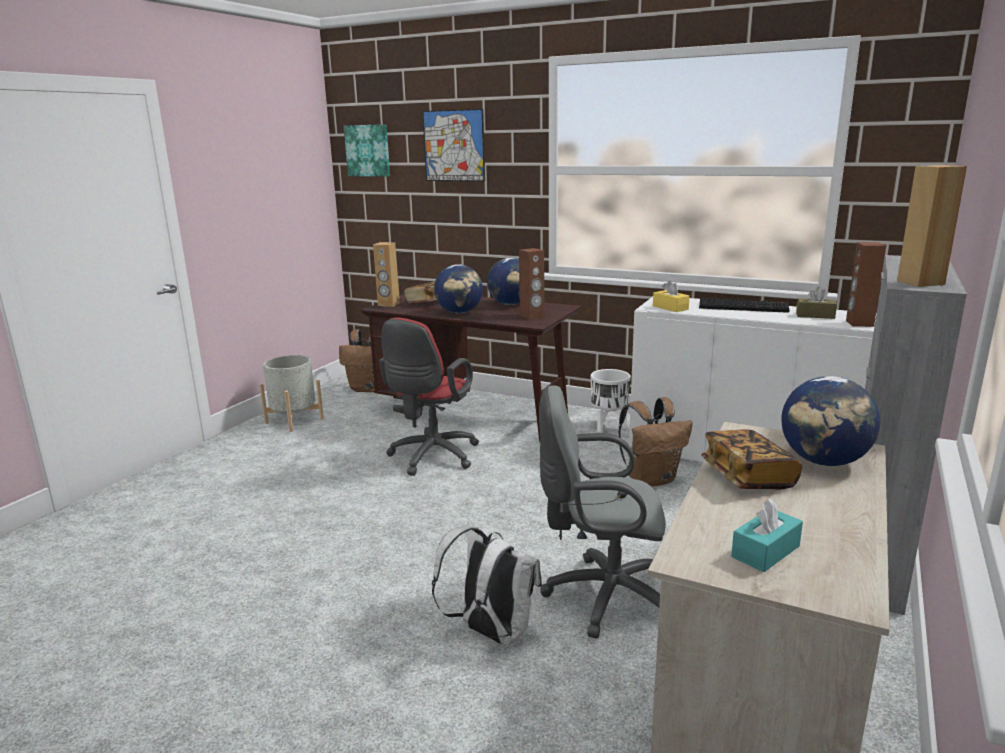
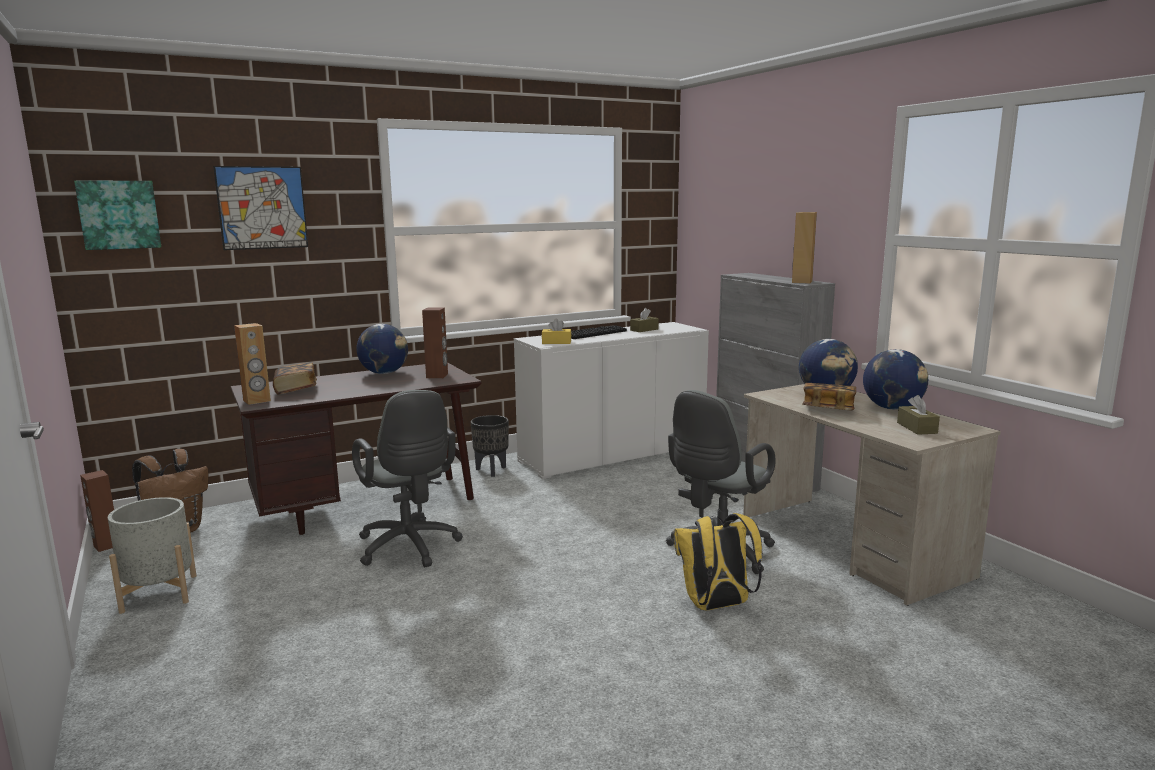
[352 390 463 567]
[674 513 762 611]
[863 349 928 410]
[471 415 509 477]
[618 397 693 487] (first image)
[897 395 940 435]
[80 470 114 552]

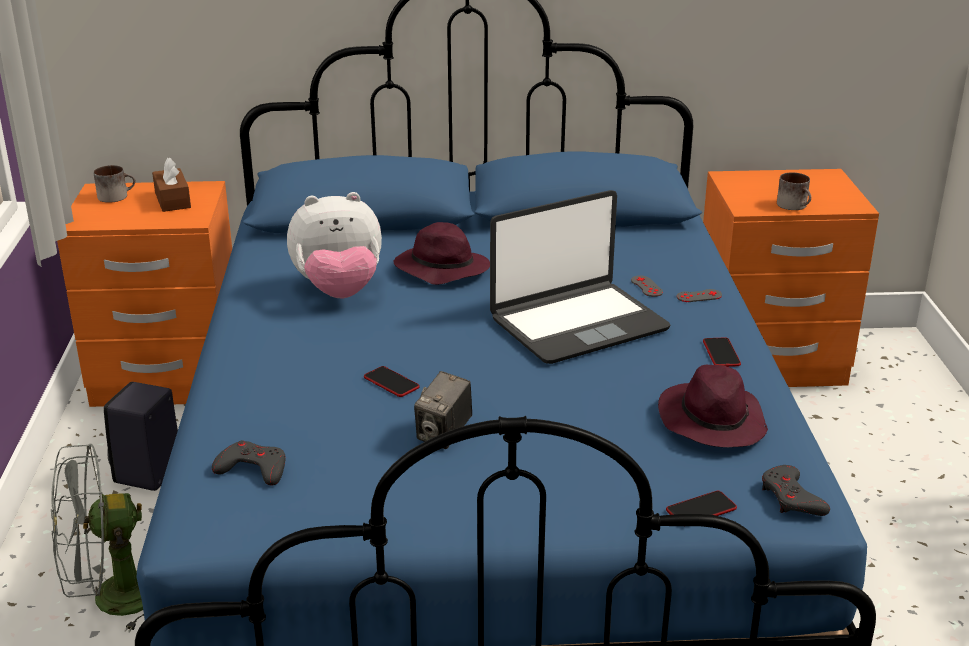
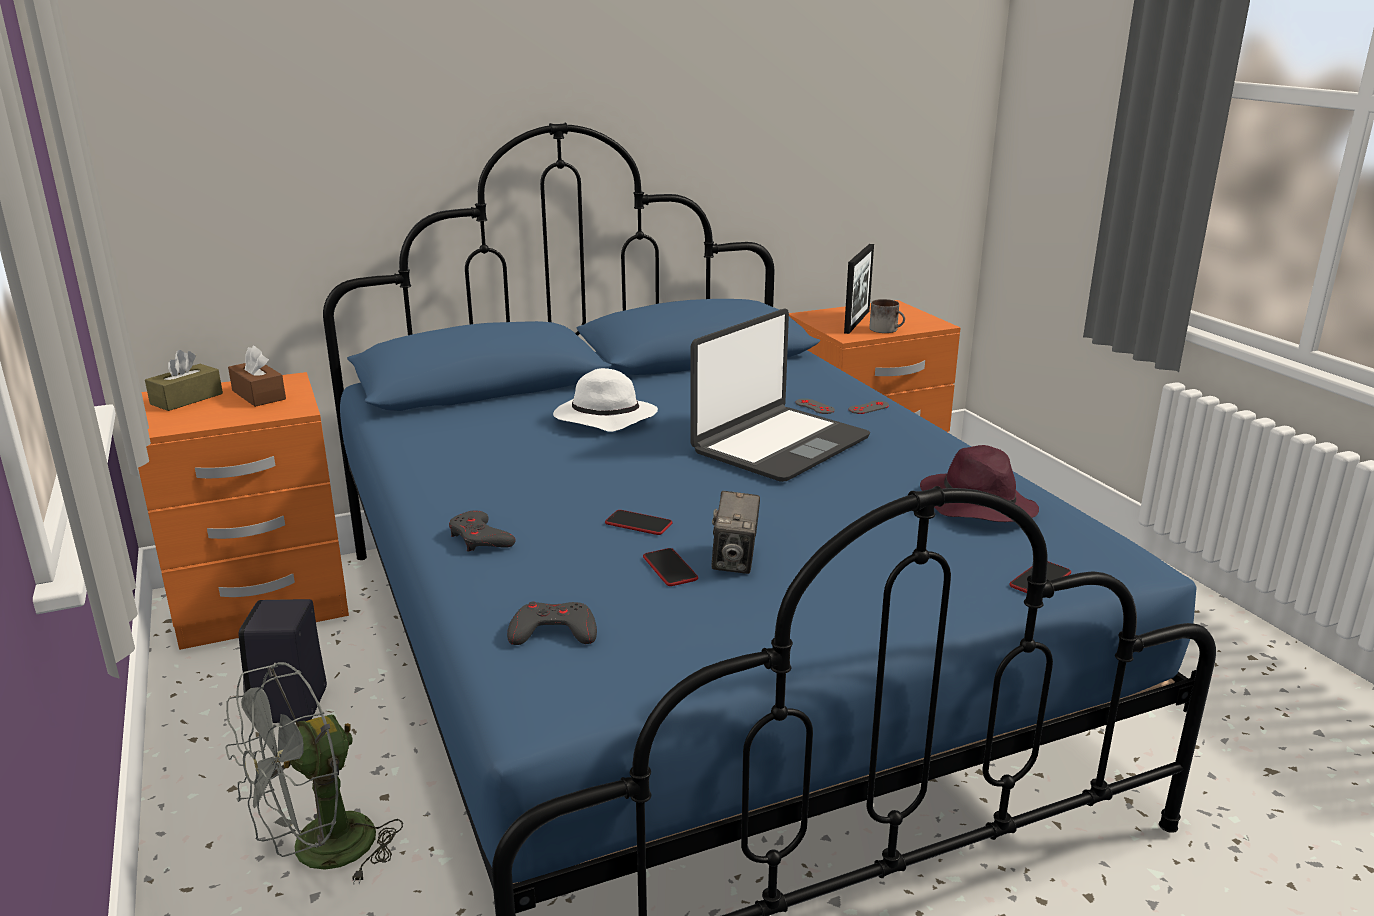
[145 350 223 411]
[287 192 382 298] (first image)
[553 368 658 432]
[643 548 698 586]
[449 510 516 552]
[844 244 874 334]

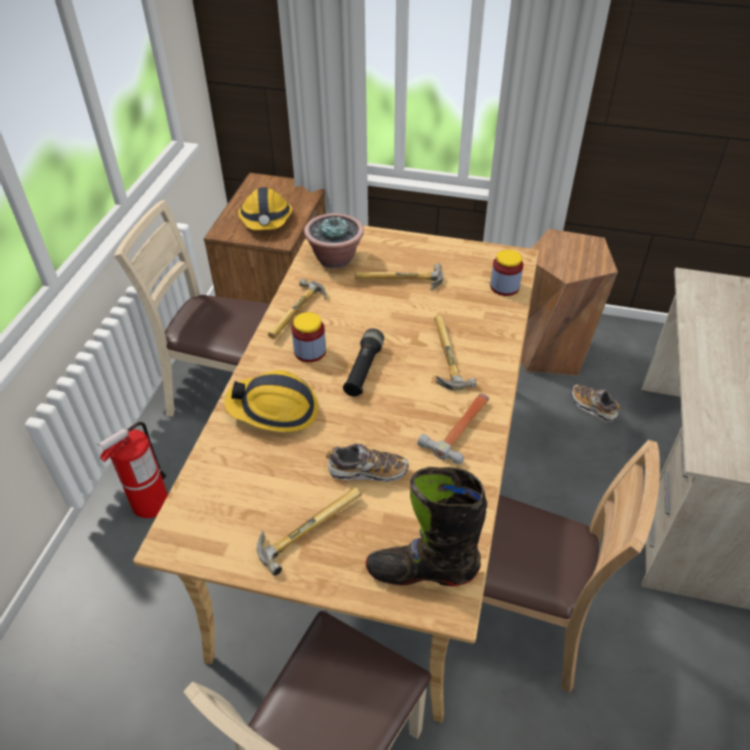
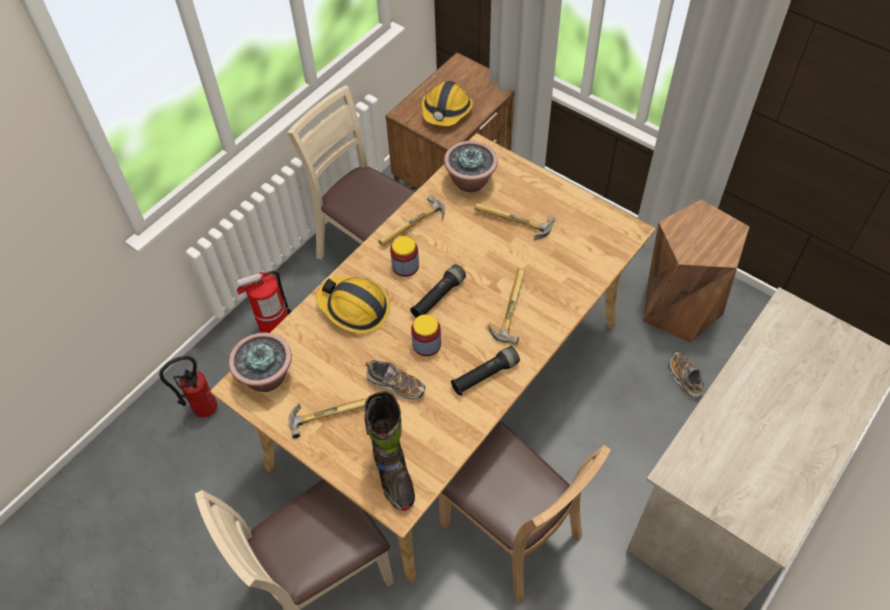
[364 391 415 511]
[451 346 520 396]
[411 314 441 356]
[159 356 217 418]
[229 333 292 392]

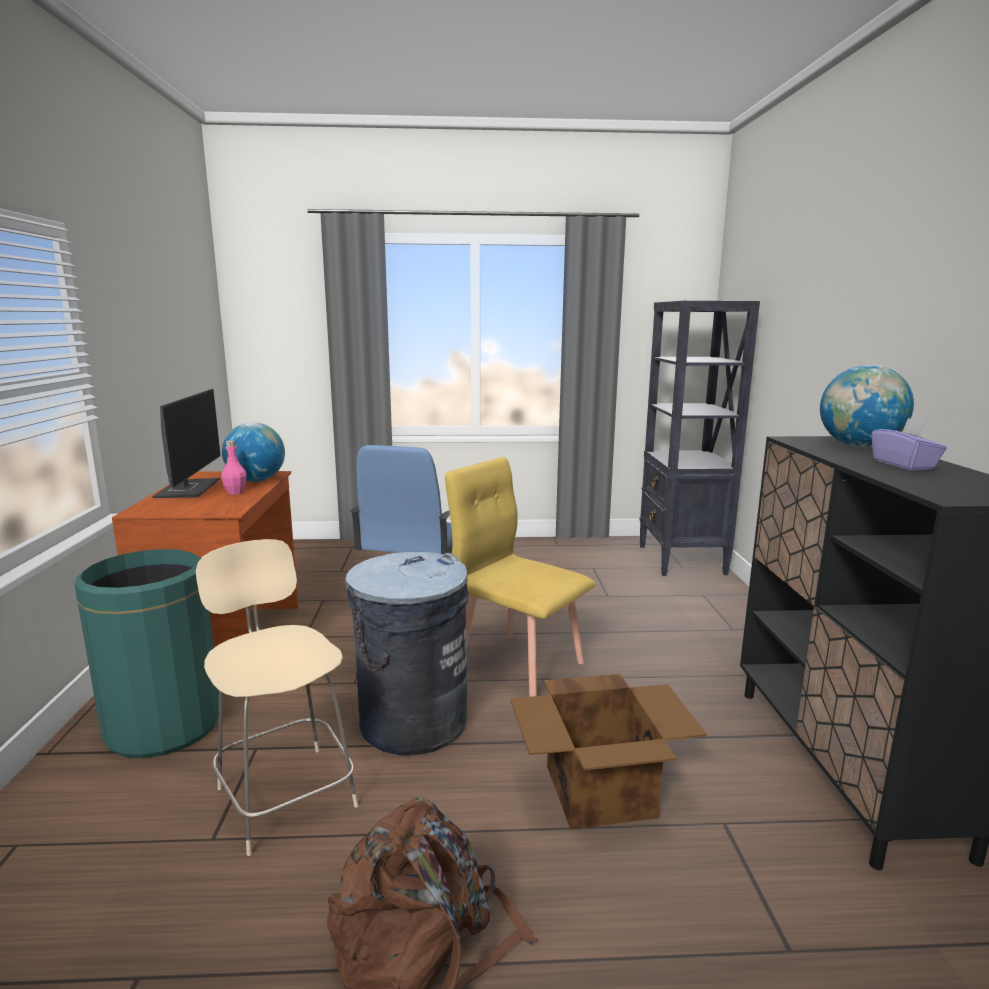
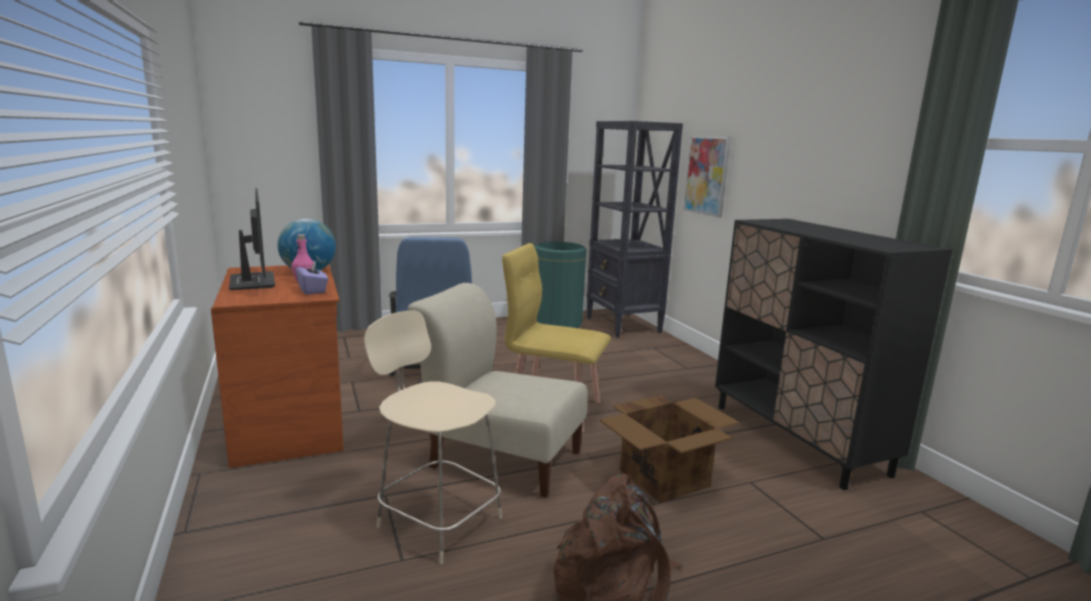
[534 242 586 328]
[408 283 588 497]
[820 365 914 447] (first image)
[296 261 328 295]
[684 136 731 218]

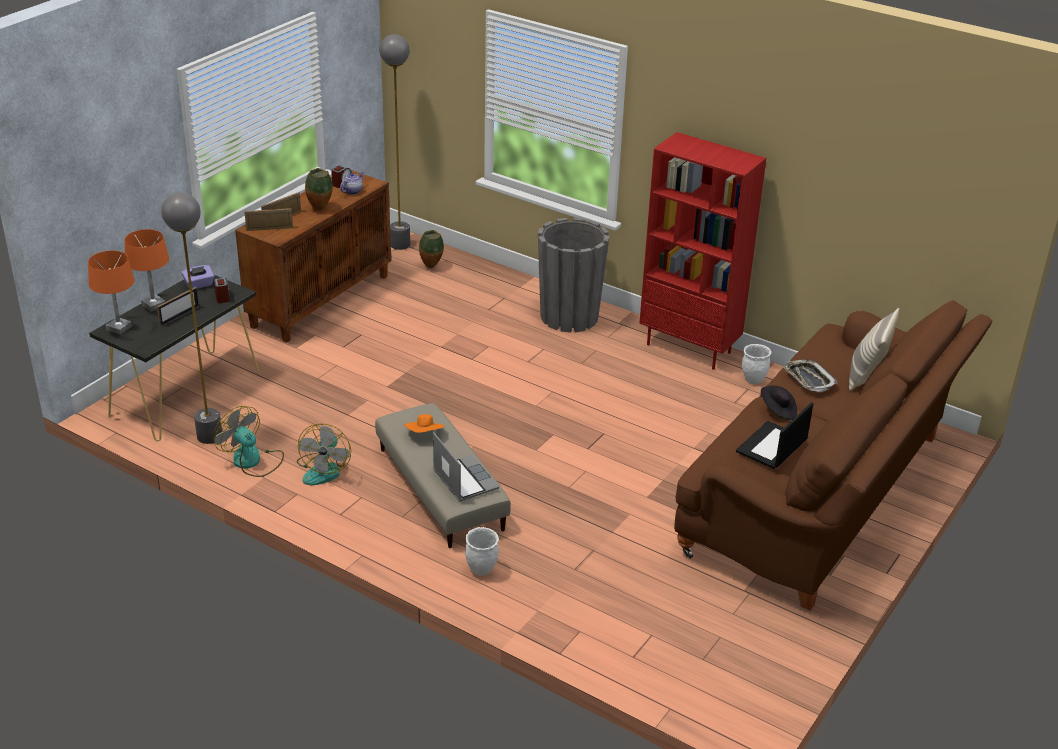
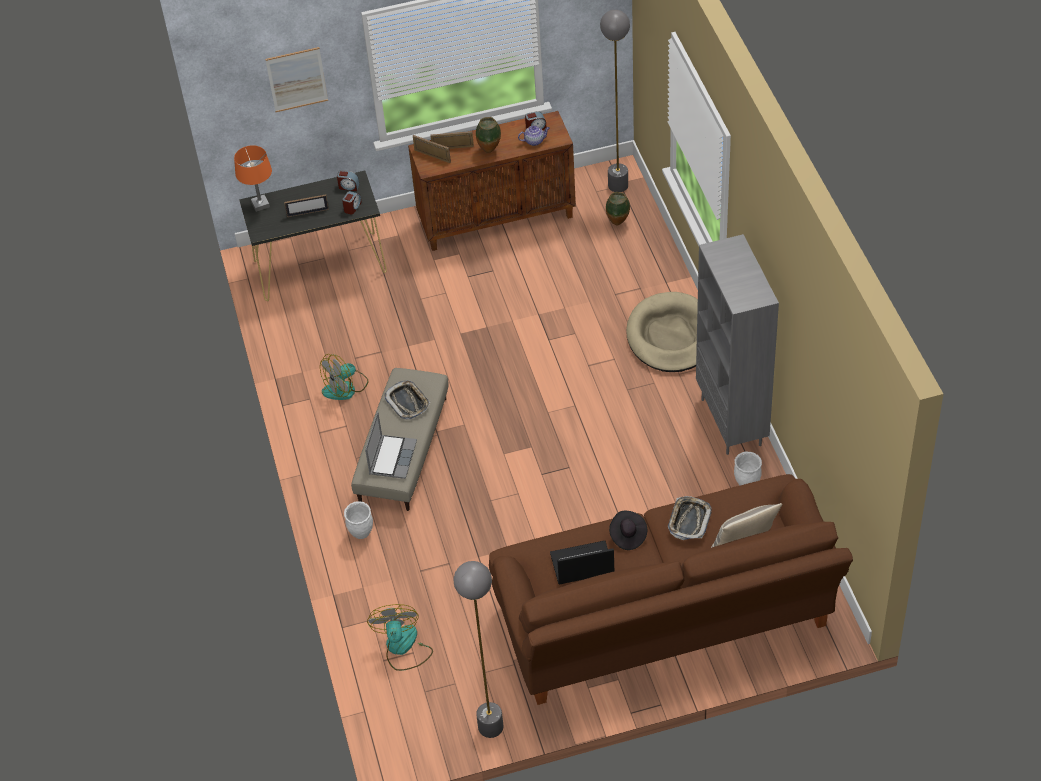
[125 229 169 312] (first image)
[453 561 503 738]
[337 170 359 191]
[367 604 433 671]
[384 380 430 420]
[626 292 698 372]
[696 234 779 455]
[265 47 328 112]

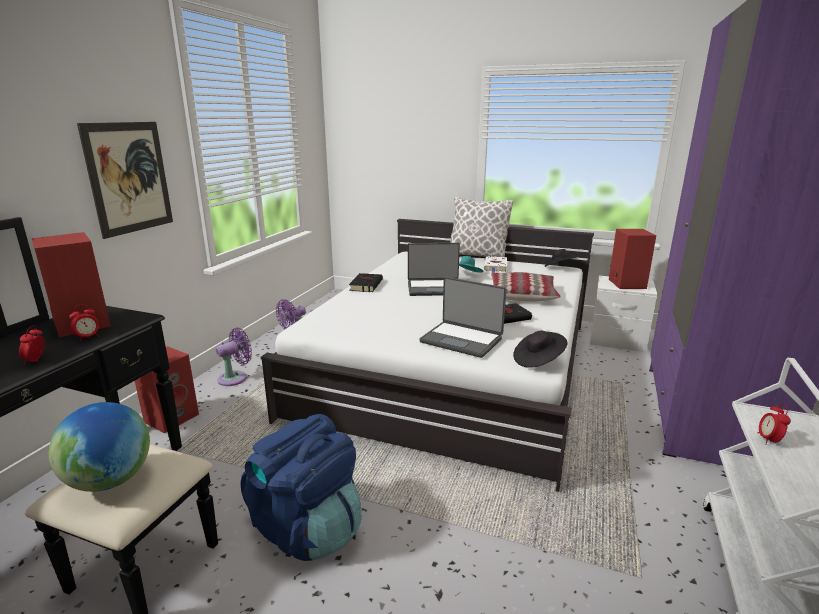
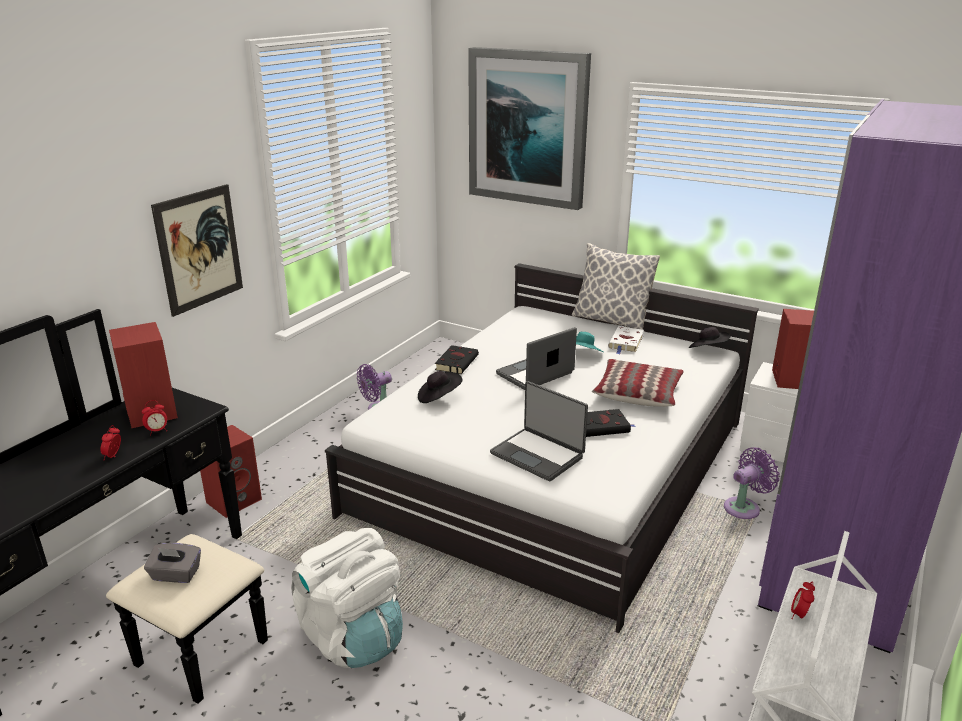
[144 543 201 583]
[724 447 780 519]
[291 528 403 668]
[496 327 577 390]
[418 371 463 403]
[468 47 591 210]

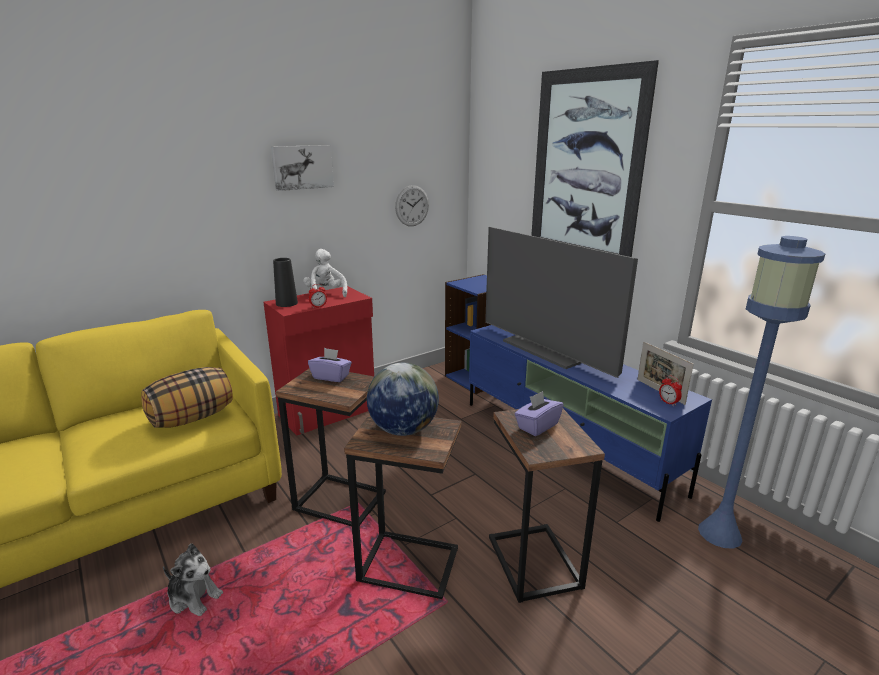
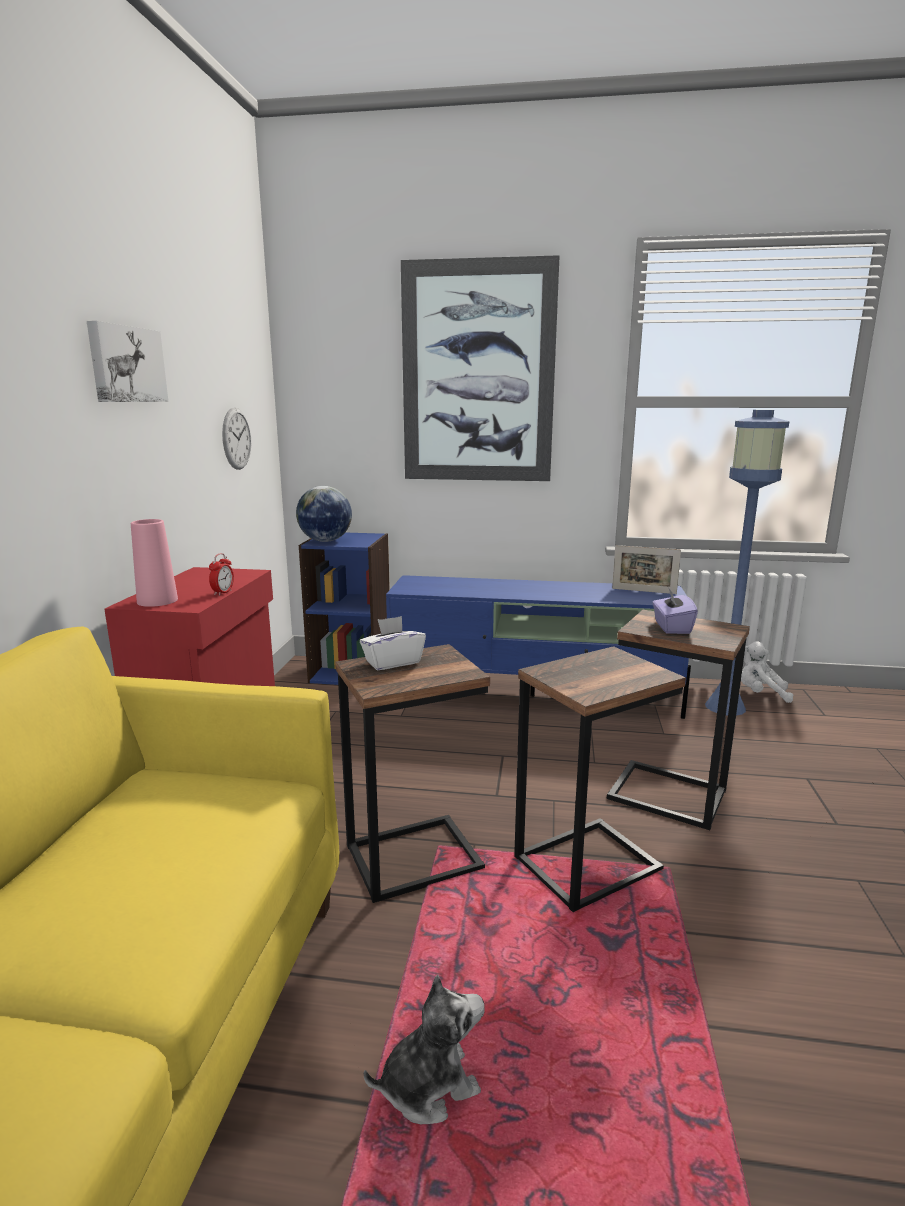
[141 367 233 428] (first image)
[131 519 178 607]
[741 642 794 703]
[360 616 426 670]
[296 486 352 542]
[485 227 638 378] (first image)
[659 375 682 406] (first image)

